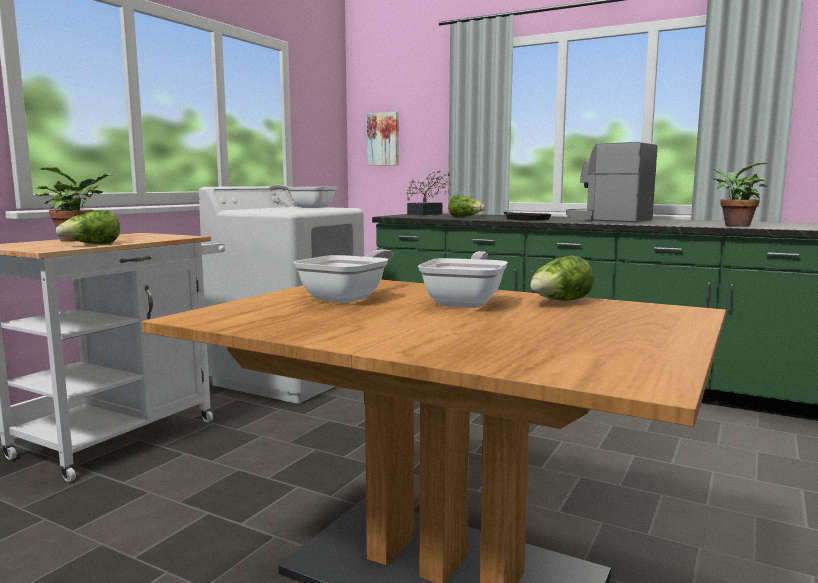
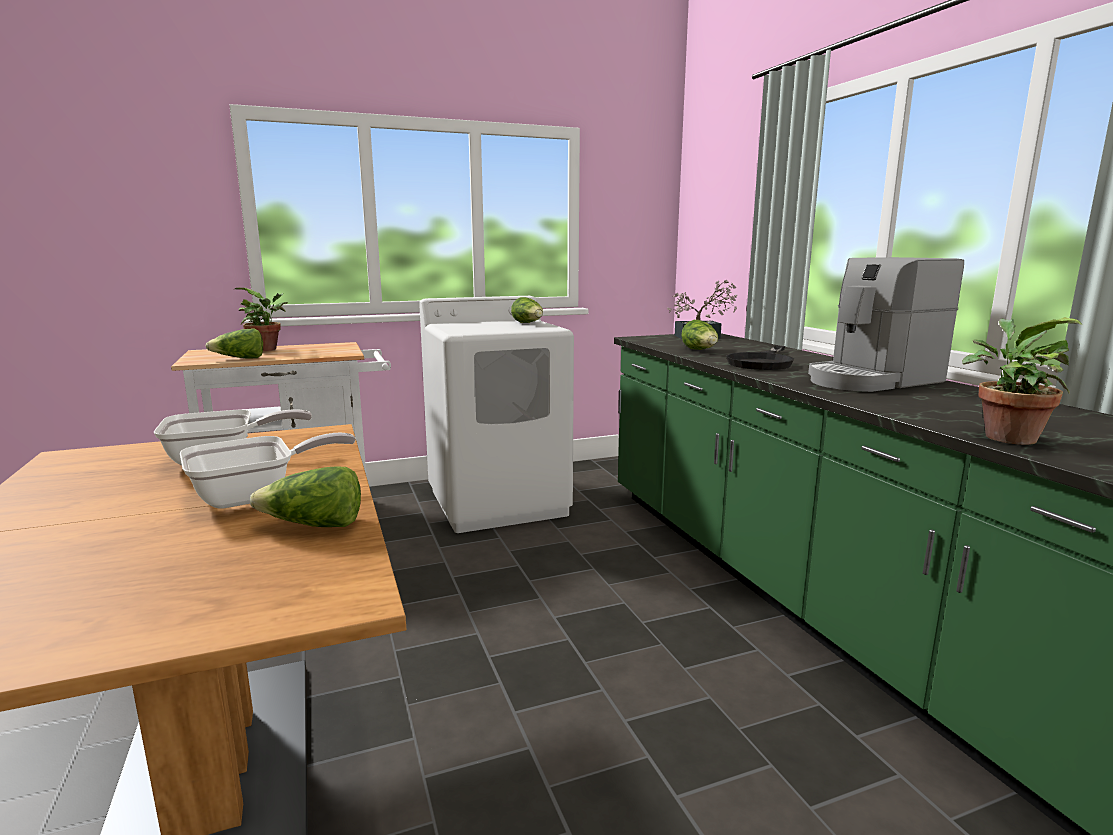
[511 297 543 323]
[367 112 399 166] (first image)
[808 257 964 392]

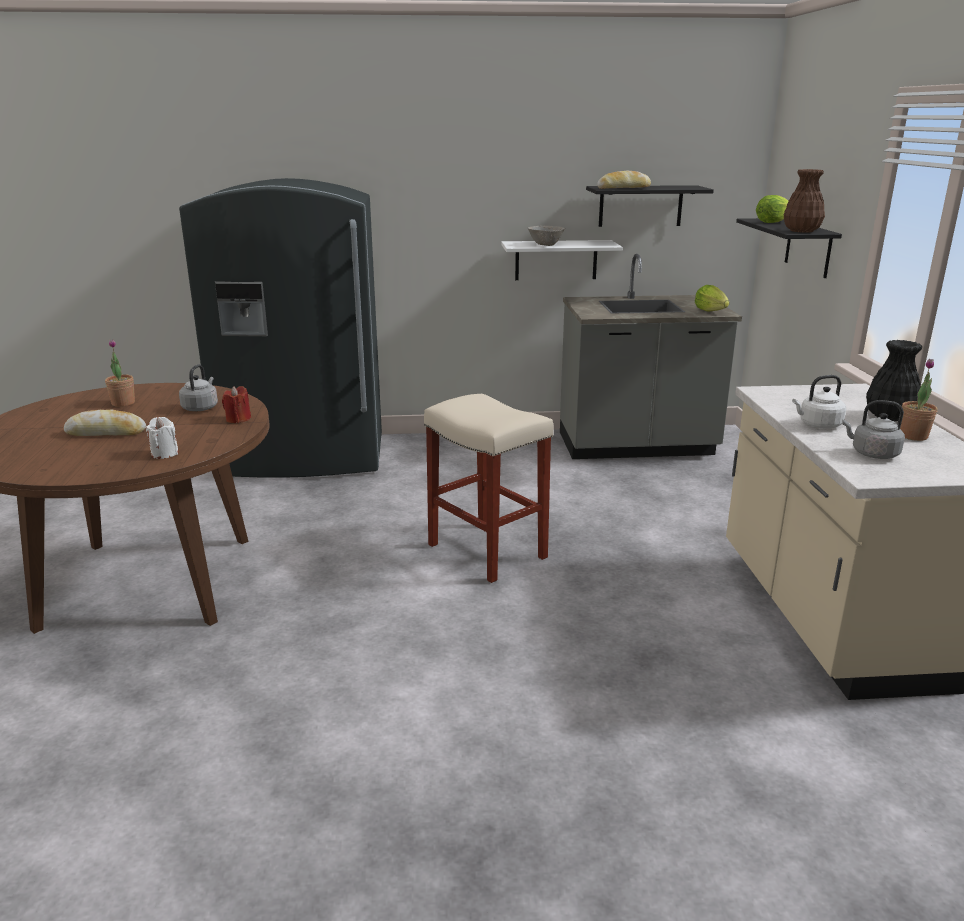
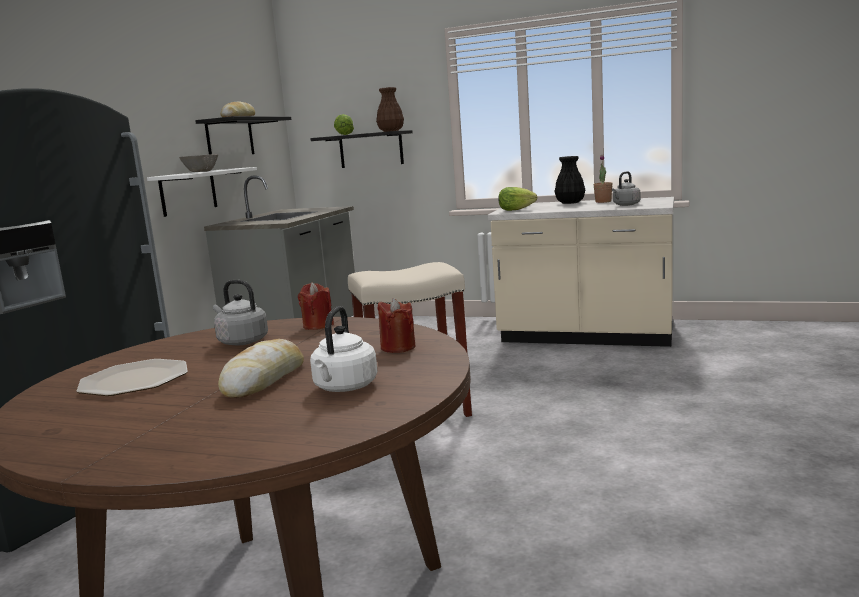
[77 359 188 396]
[377 298 415 353]
[498 187 537 211]
[310 306 378 392]

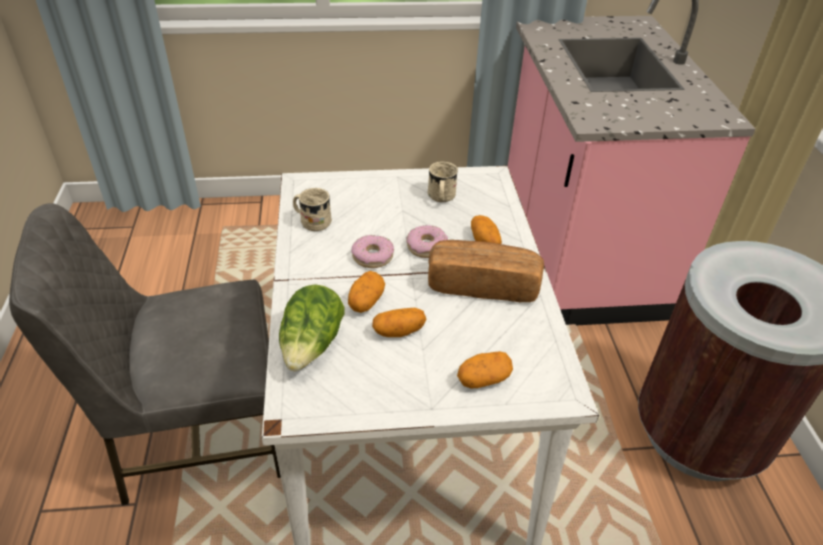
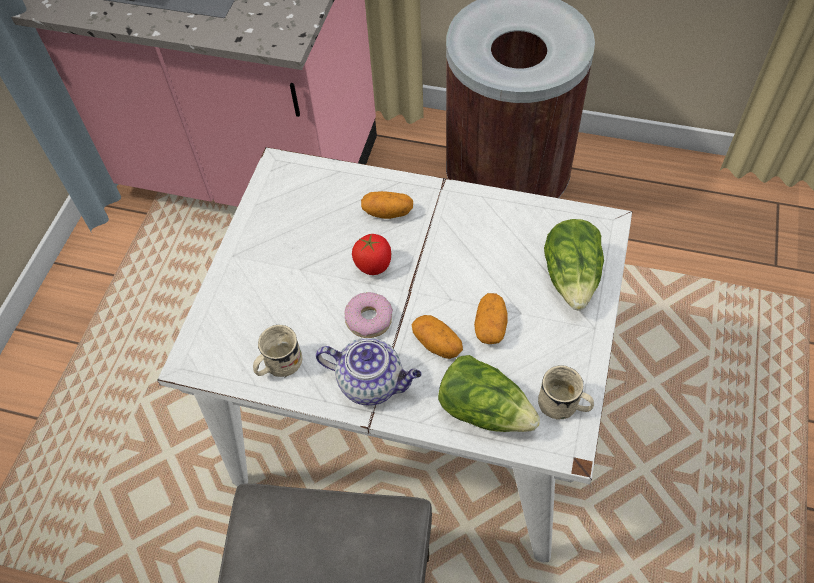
[352 233 391 275]
[538 365 594 420]
[428 240 544 302] (first image)
[544 219 604 310]
[316 338 422 406]

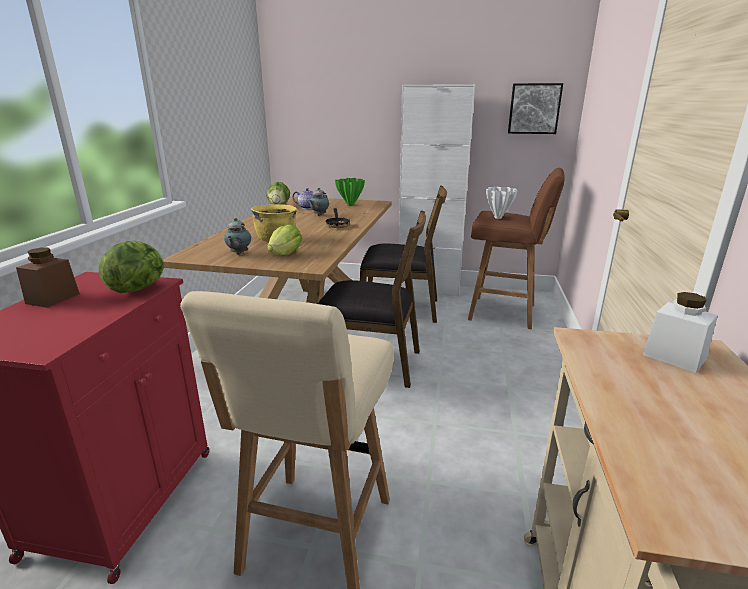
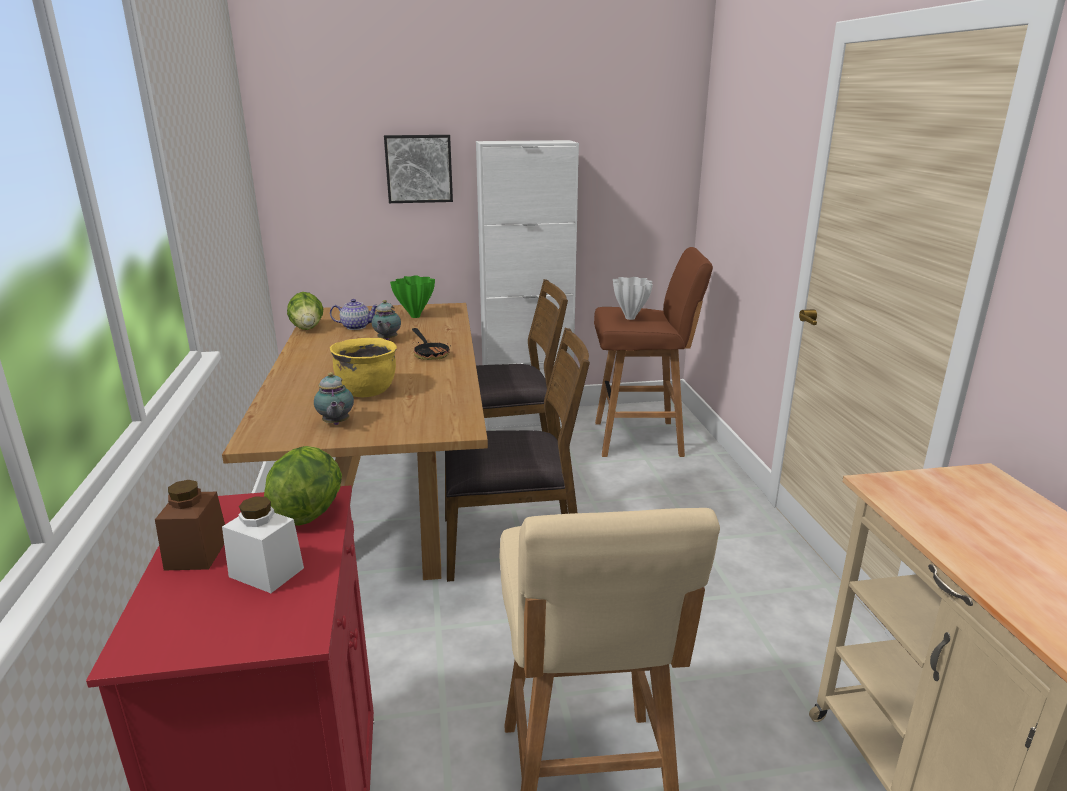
[267 224 302 255] (first image)
[384 135 453 203]
[222 496 304 593]

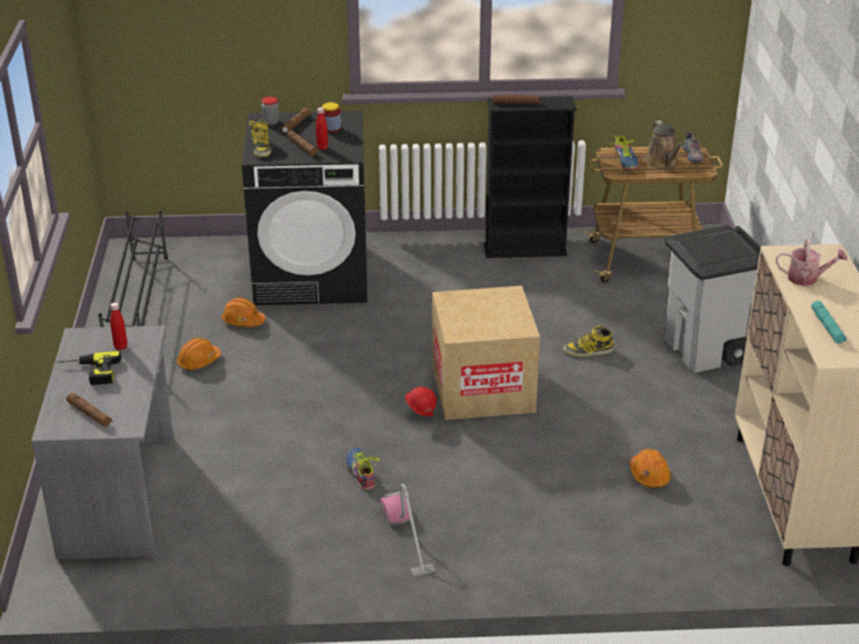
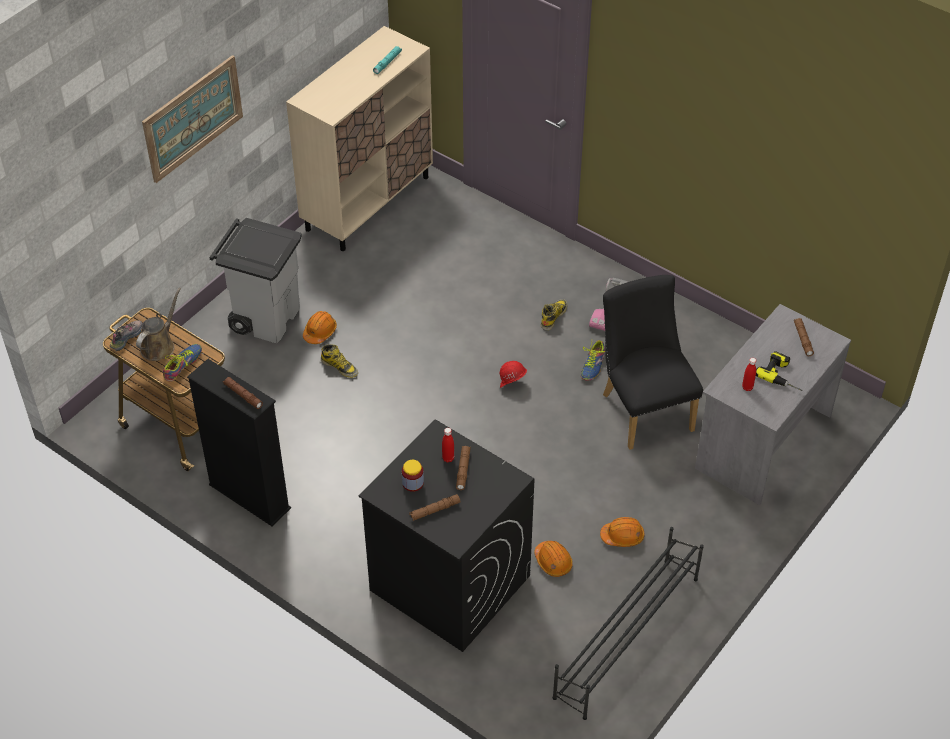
[541 299 567 330]
[261 97 279 125] (first image)
[432 286 540 420] (first image)
[303 311 337 344]
[776 239 847 286] (first image)
[142 55 243 183]
[603 275 703 450]

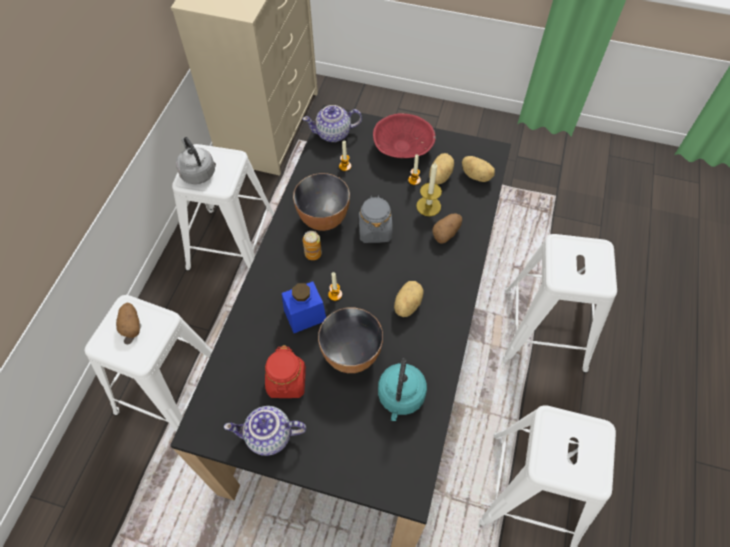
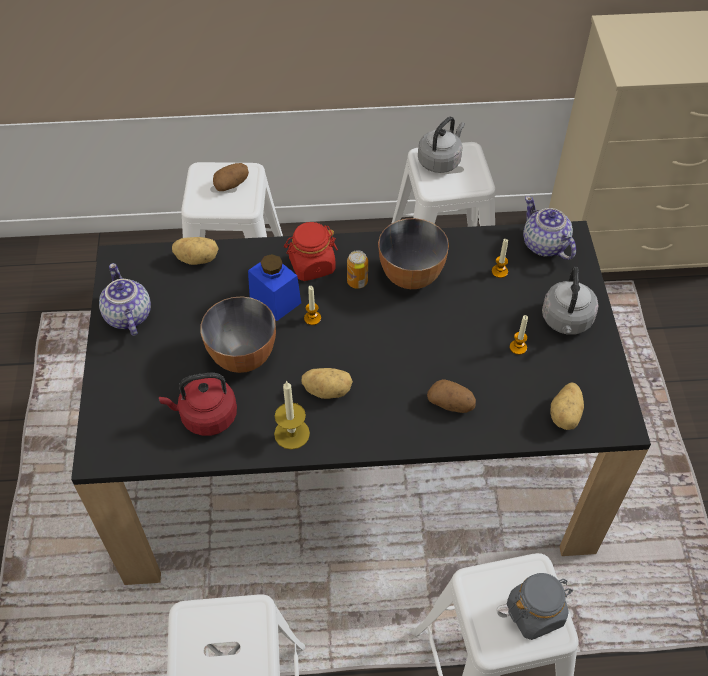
[284 222 338 281]
[507 573 573 640]
[542 267 598 335]
[159 373 237 436]
[274 381 310 450]
[172 237 219 265]

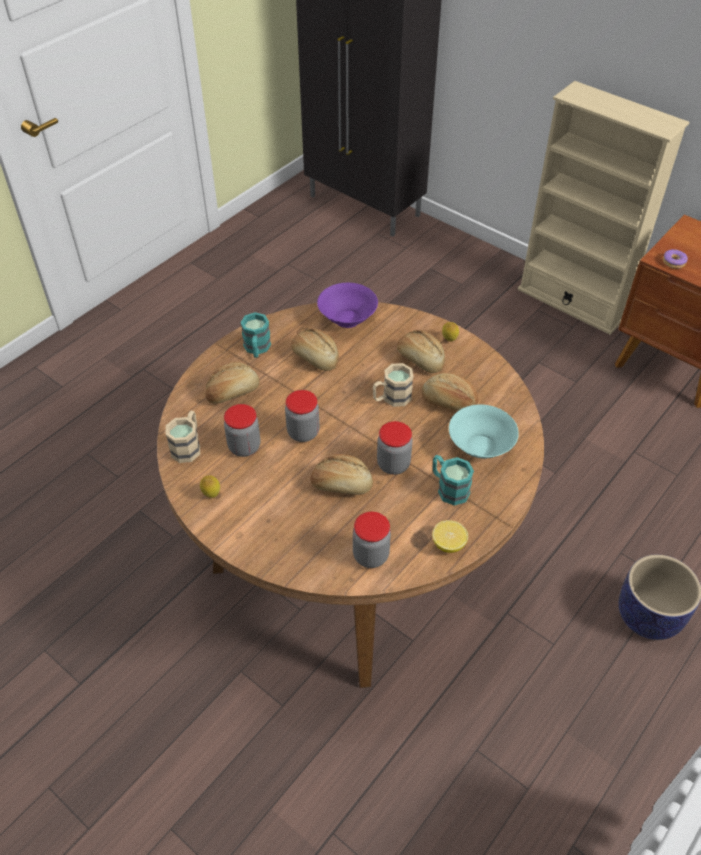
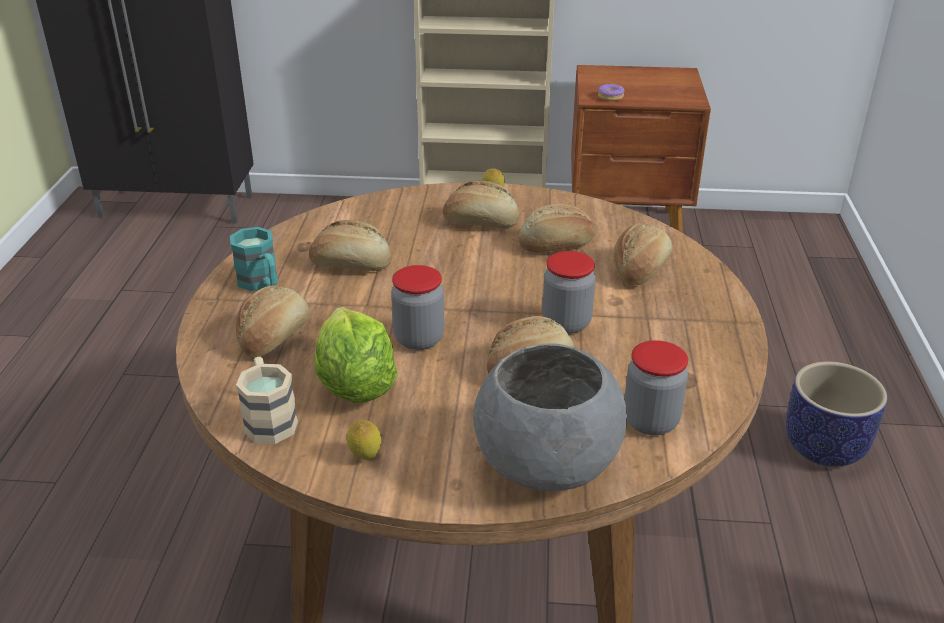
[315 307 397 403]
[317 283 378 328] (first image)
[373 363 413 407] (first image)
[432 520 468 553] (first image)
[433 455 474 506] (first image)
[614 223 672 286]
[473 343 627 491]

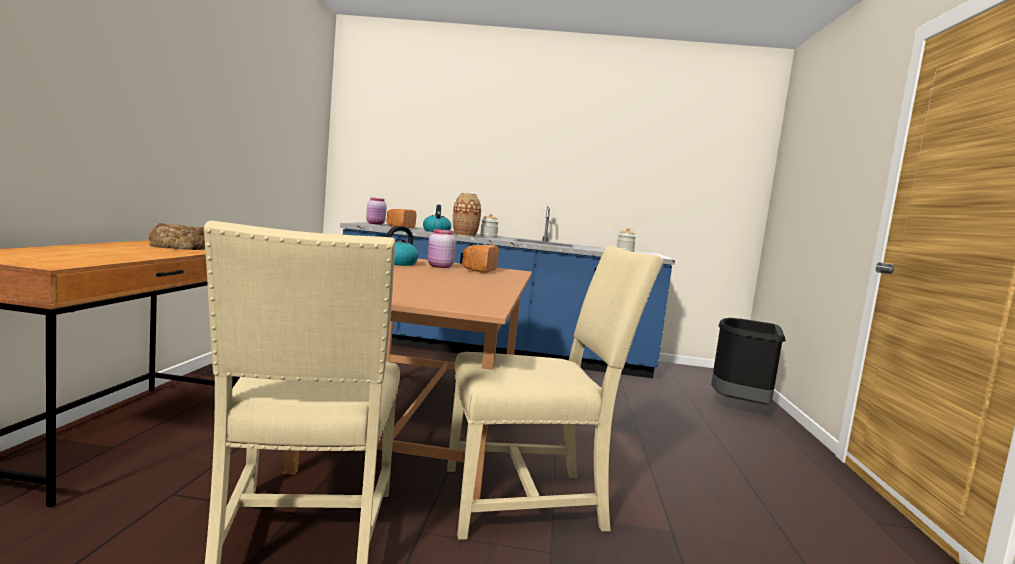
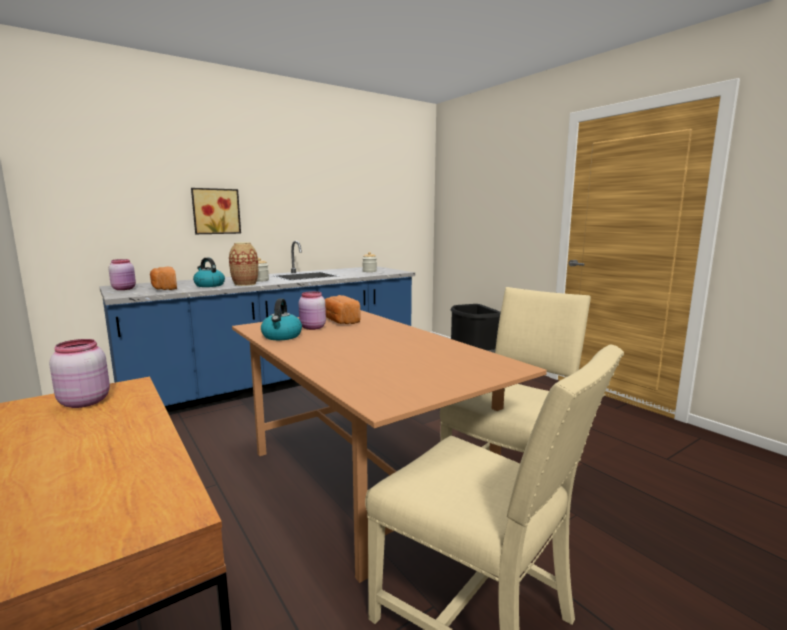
[49 339 110 408]
[191 188 241 234]

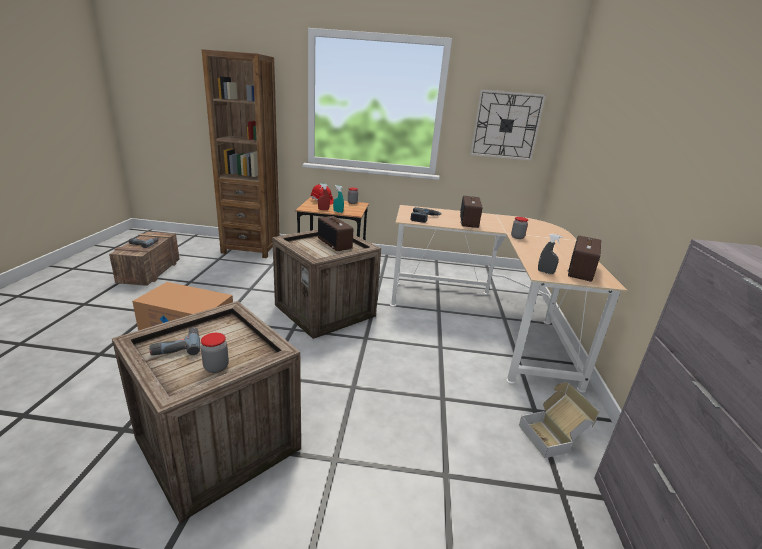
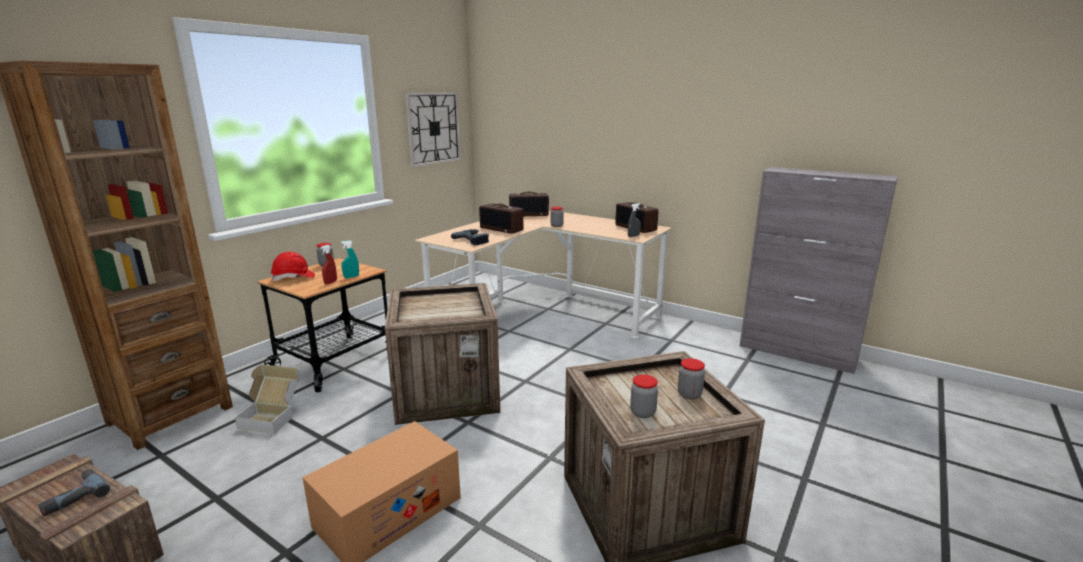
[630 375 658 418]
[509 192 549 216]
[235 364 299 434]

